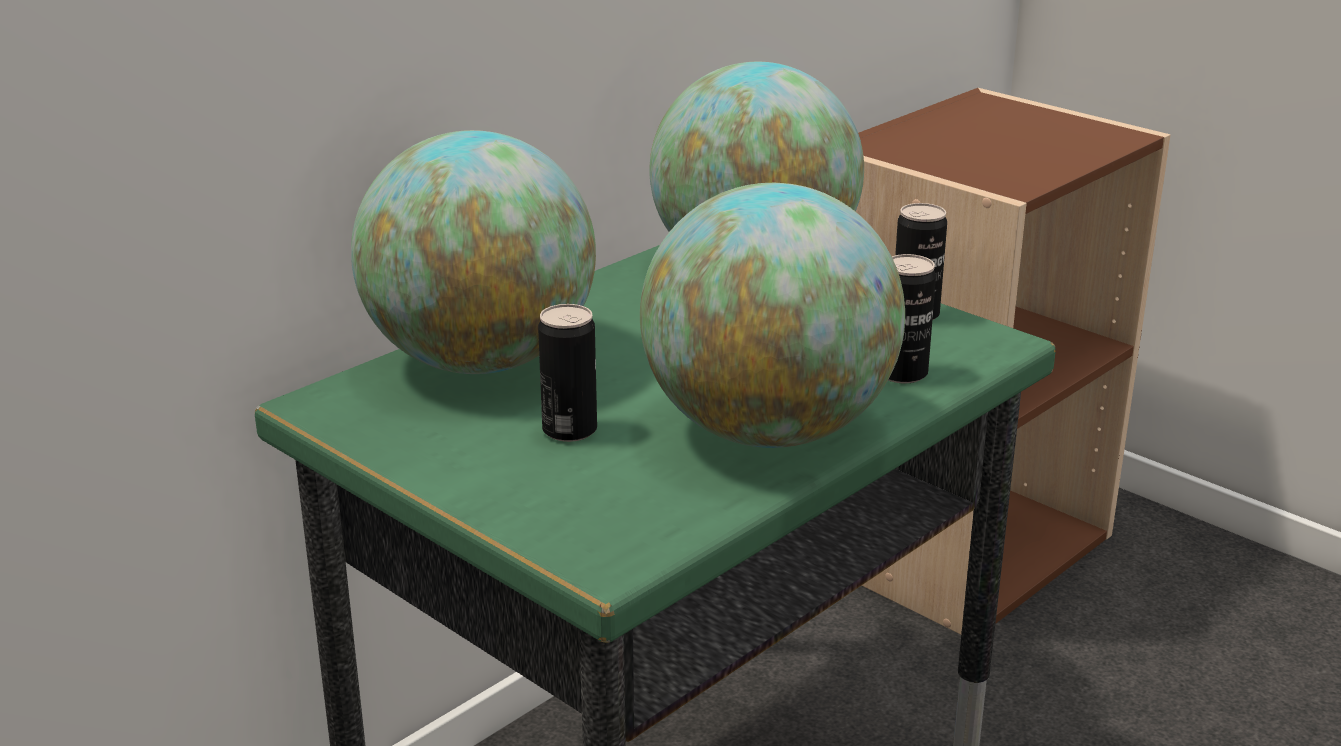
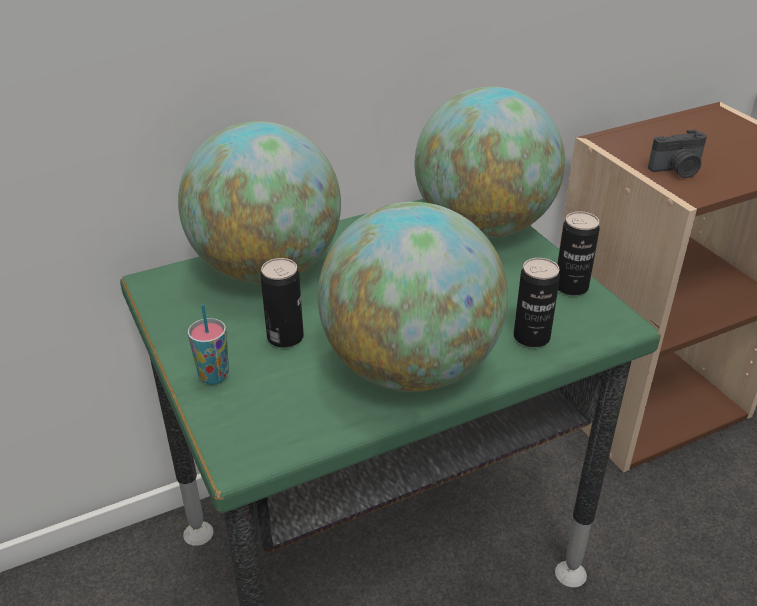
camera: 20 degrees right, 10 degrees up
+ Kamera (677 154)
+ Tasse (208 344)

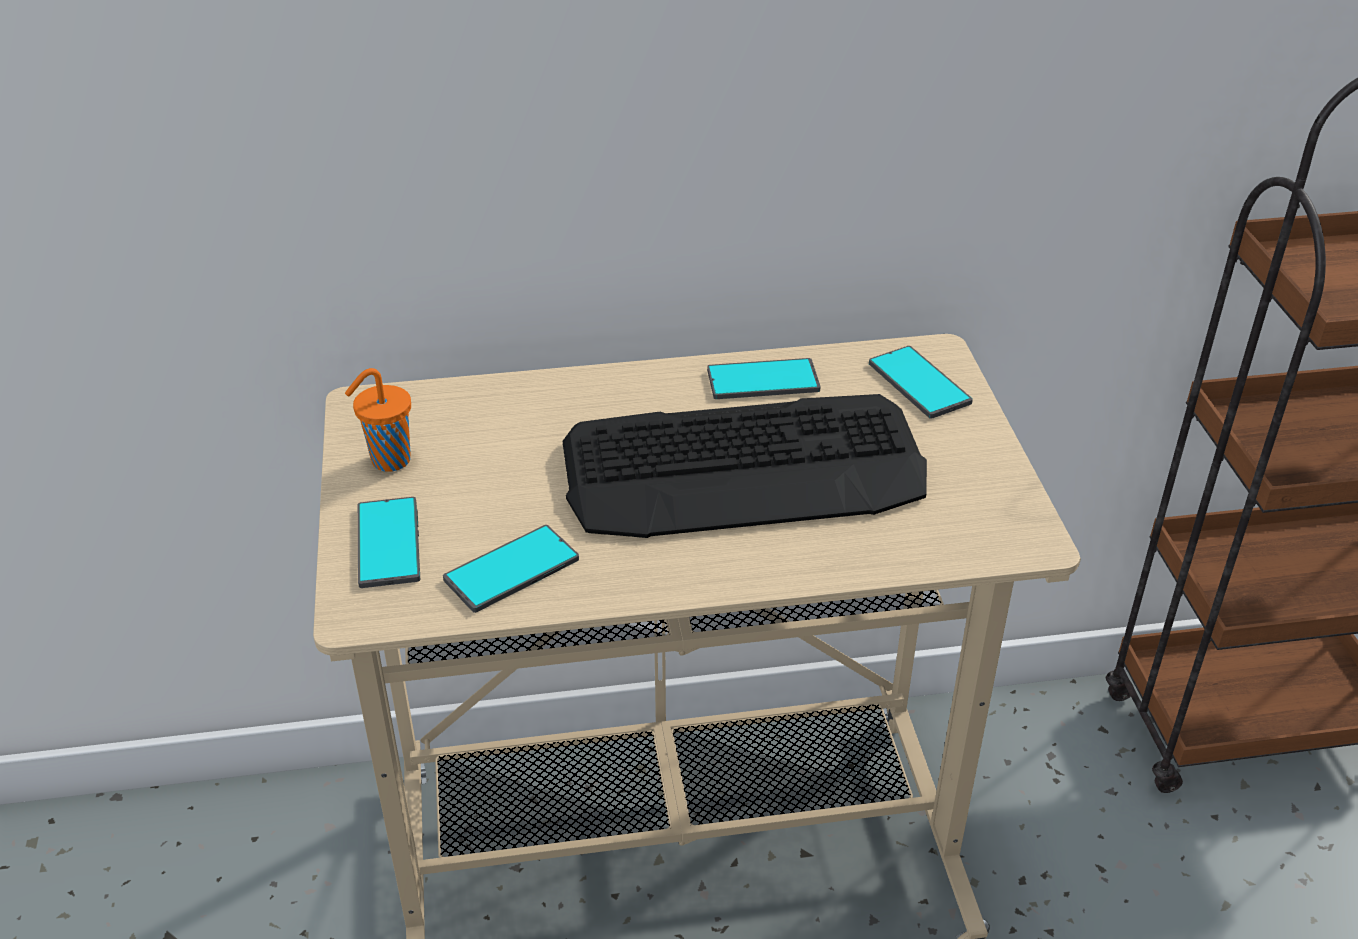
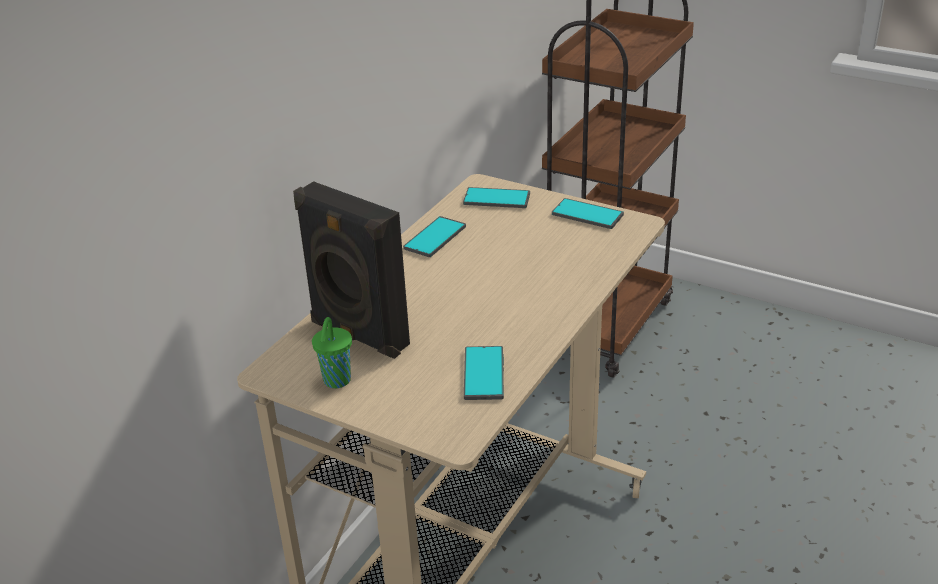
camera: 50 degrees left, 5 degrees down
~ Tasse/orange (378 420) to Tasse/grün (332 352)
- Tastatur (745 466)
~ Handy (389 542) to (588 213)
+ Lautsprecher/schwarz (351 270)

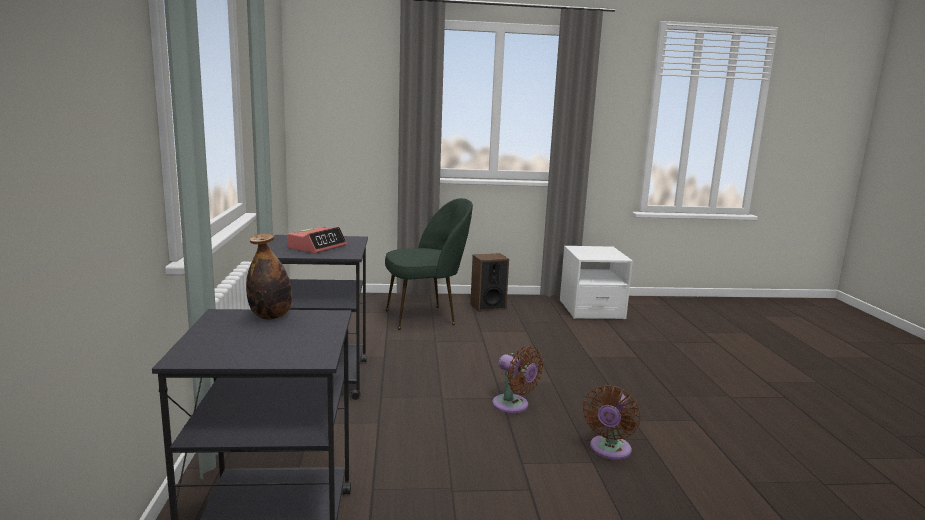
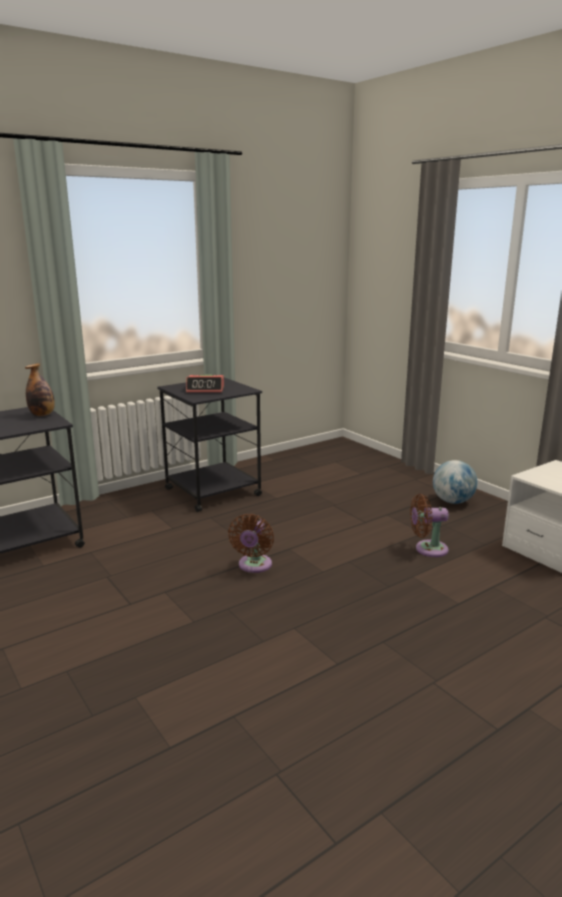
camera: 60 degrees right, 5 degrees up
- Stuhl/grün (429 264)
~ Lautsprecher (489 282) to Globus (455 482)
~ Ventilator/braun (612 422) to (429 525)

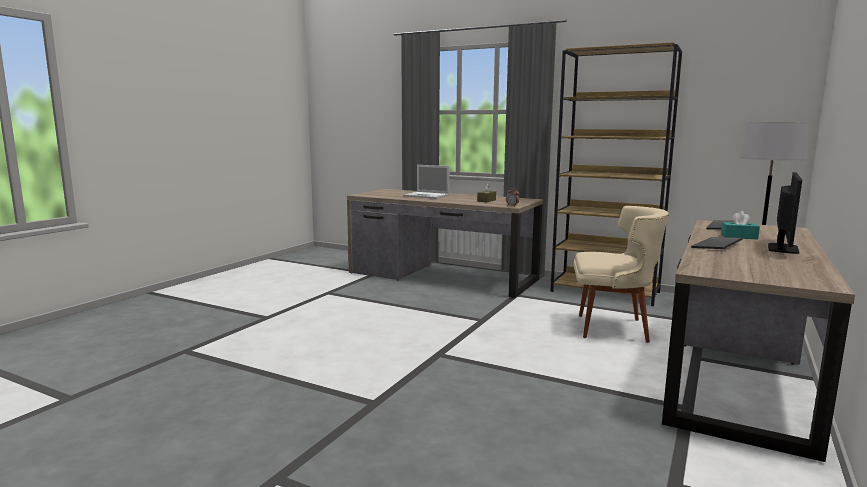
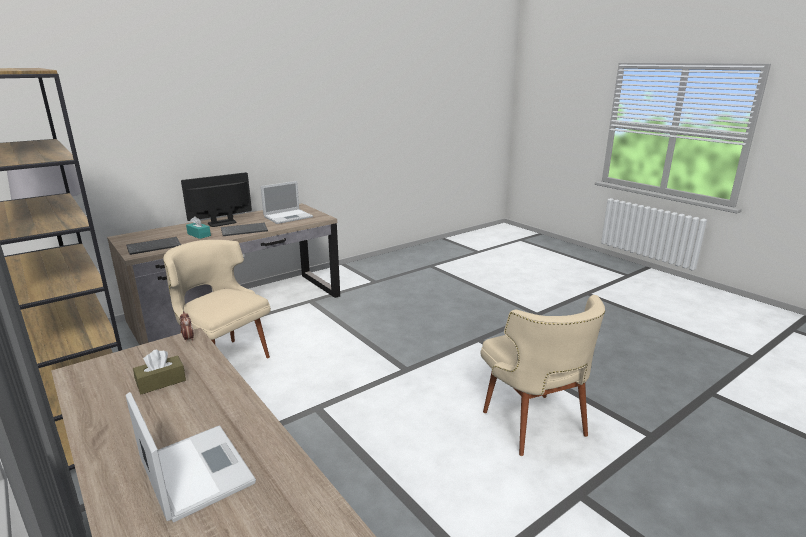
camera: 155 degrees left, 10 degrees up
+ Laptop (287 202)
+ Stuhl/beige (542 375)

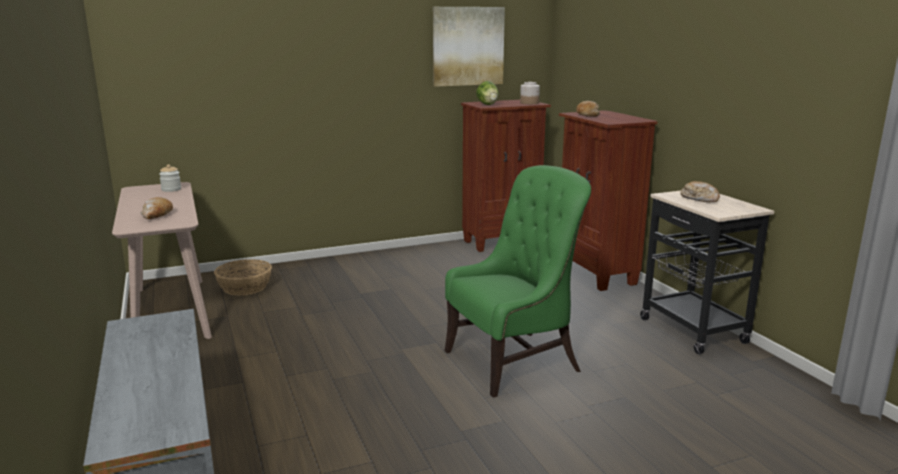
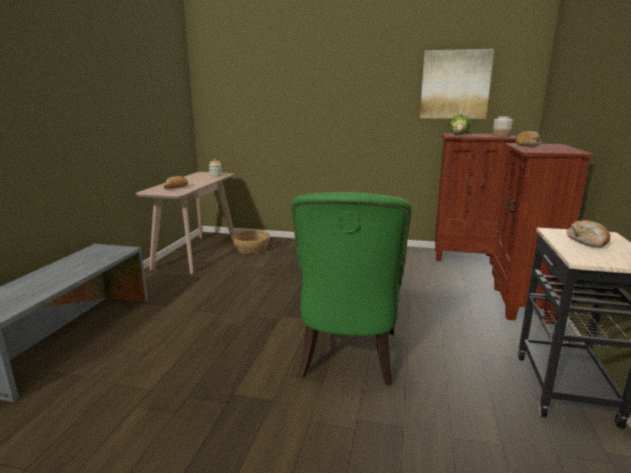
camera: 35 degrees right, 0 degrees up
~ Stuhl/grün (518 281) = (351 289) 90 degrees clockwise

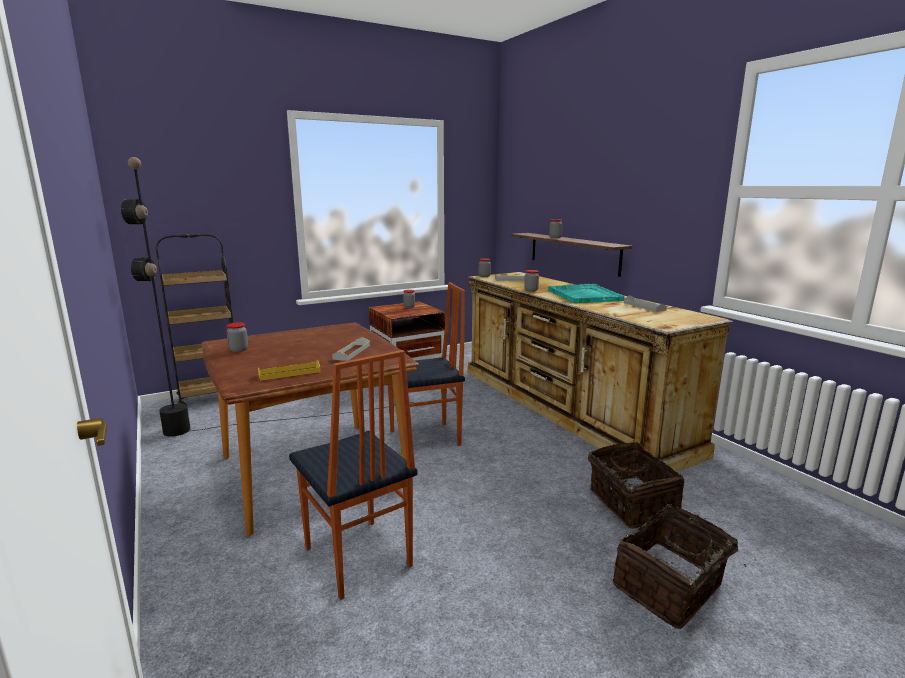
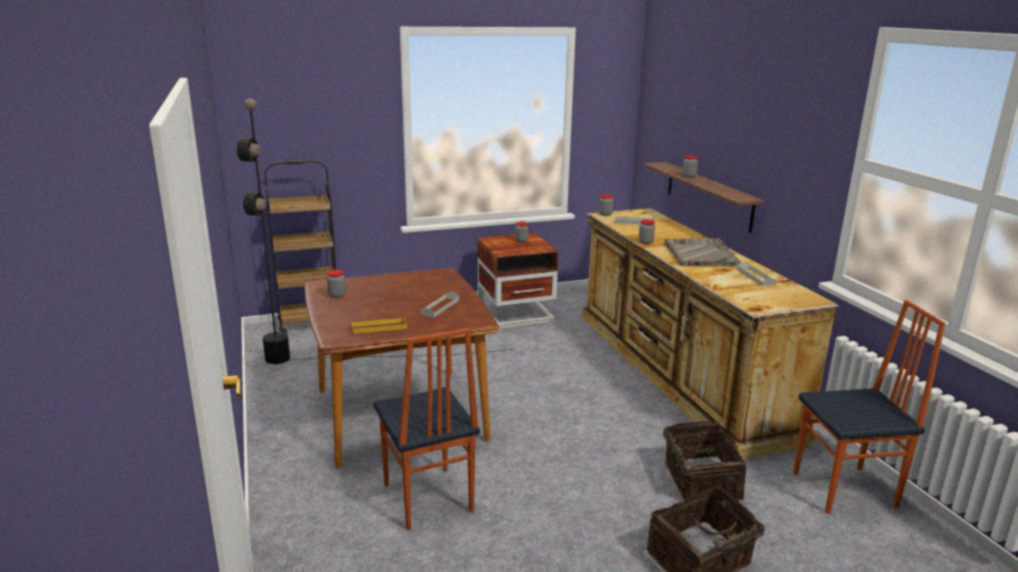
camera: 10 degrees right, 5 degrees up
~ Stuhl (426 368) to (869 407)
~ Tablett/türkis (586 293) to Tablett/grau (703 252)

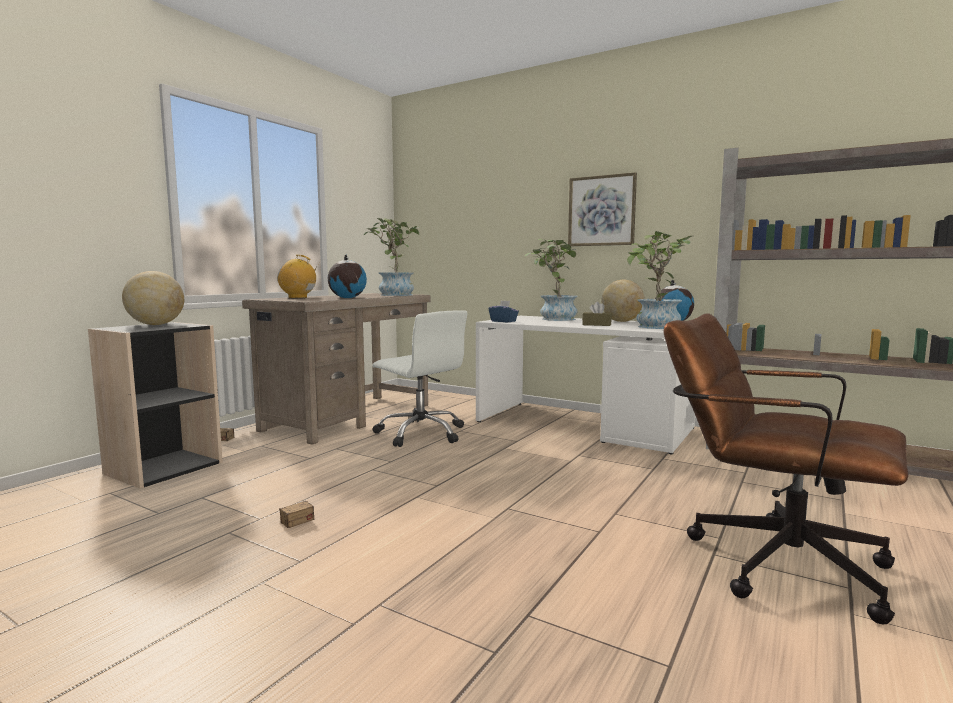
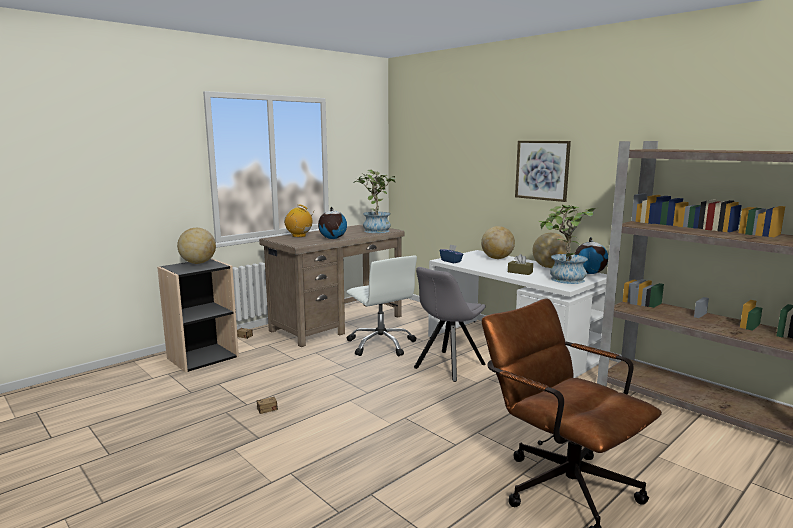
camera: 15 degrees right, 5 degrees up
~ Topfpflanze (551 280) to Globus (498 242)
+ Stuhl/grau (450 324)

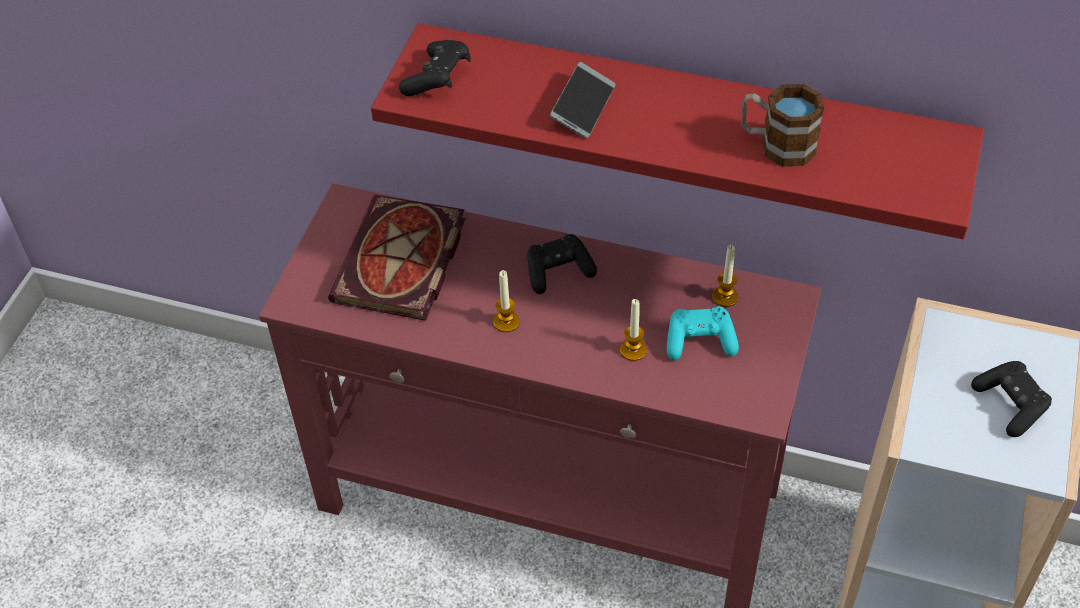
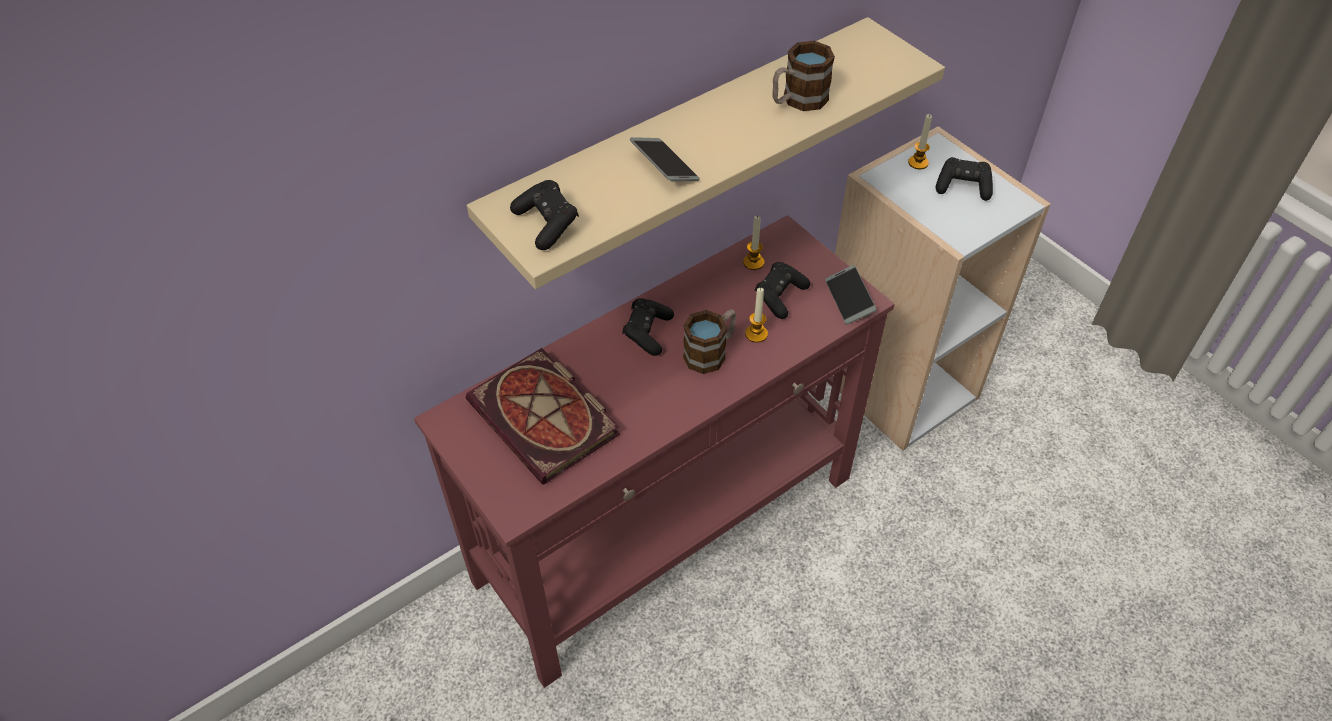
camera: 55 degrees left, 0 degrees up
~ Wandregal/rot (677 131) to Wandregal/beige (706 153)
~ Kerze (506 301) to (920 142)
~ Gamepad/türkis (703 333) to Gamepad/schwarz (782 290)
+ Handy (850 295)
+ Henkelbecher (709 341)

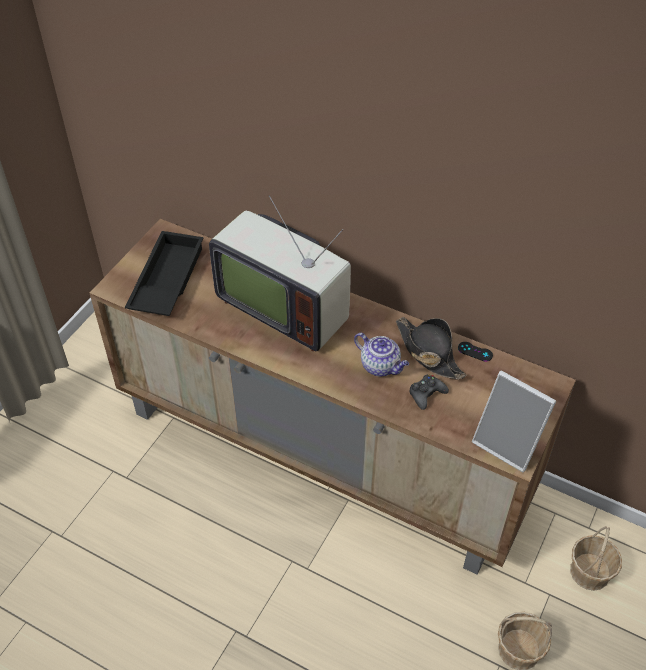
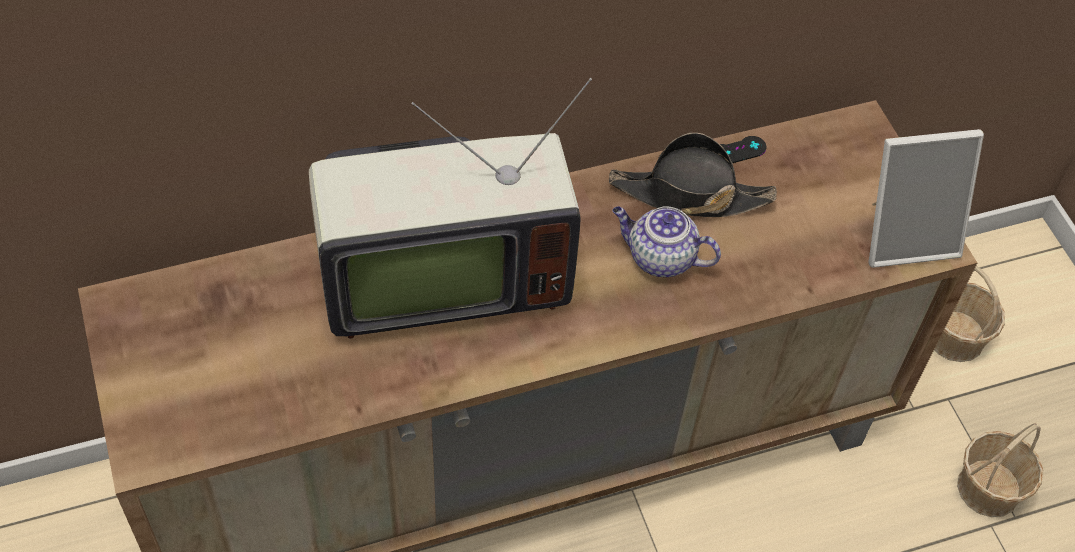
camera: 50 degrees left, 5 degrees up
- Tablett/schwarz (164 273)
~ Teekanne (381 355) = (666 241) 150 degrees counterclockwise
- Gamepad/schwarz (429 392)

